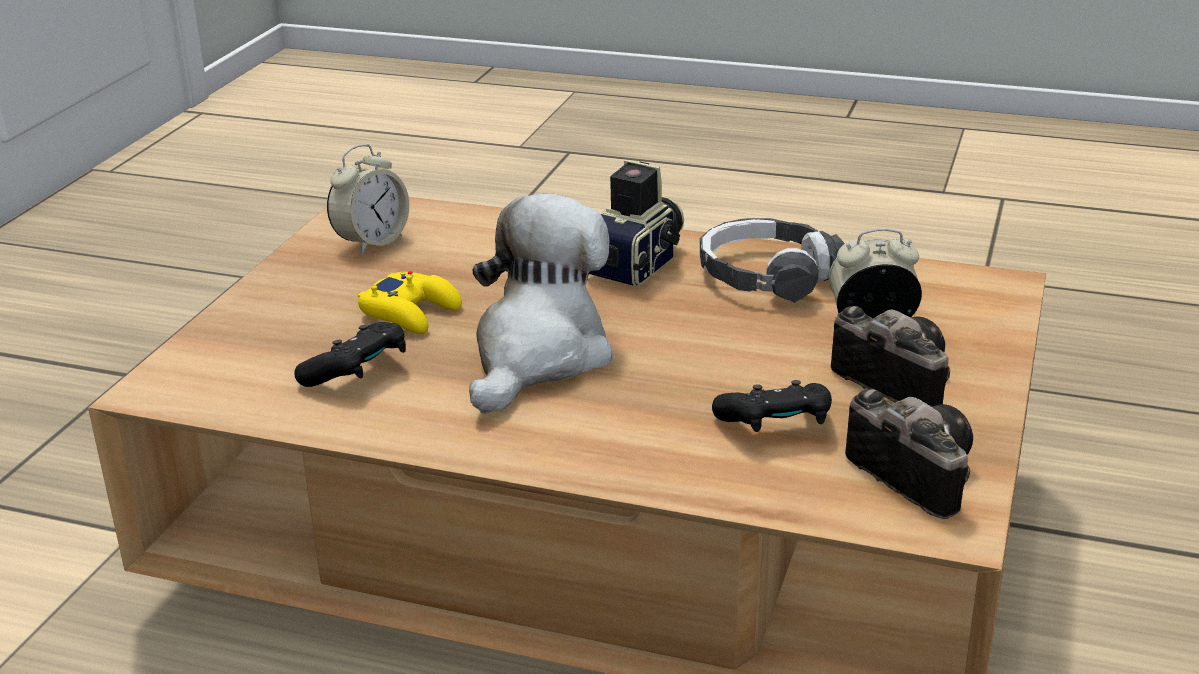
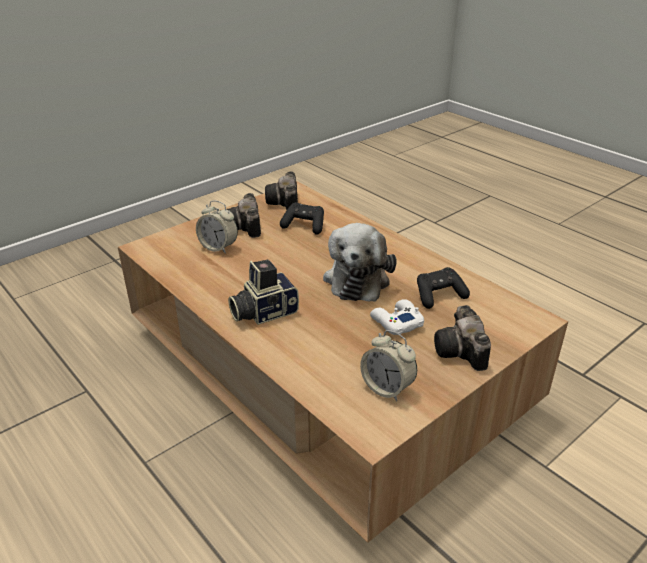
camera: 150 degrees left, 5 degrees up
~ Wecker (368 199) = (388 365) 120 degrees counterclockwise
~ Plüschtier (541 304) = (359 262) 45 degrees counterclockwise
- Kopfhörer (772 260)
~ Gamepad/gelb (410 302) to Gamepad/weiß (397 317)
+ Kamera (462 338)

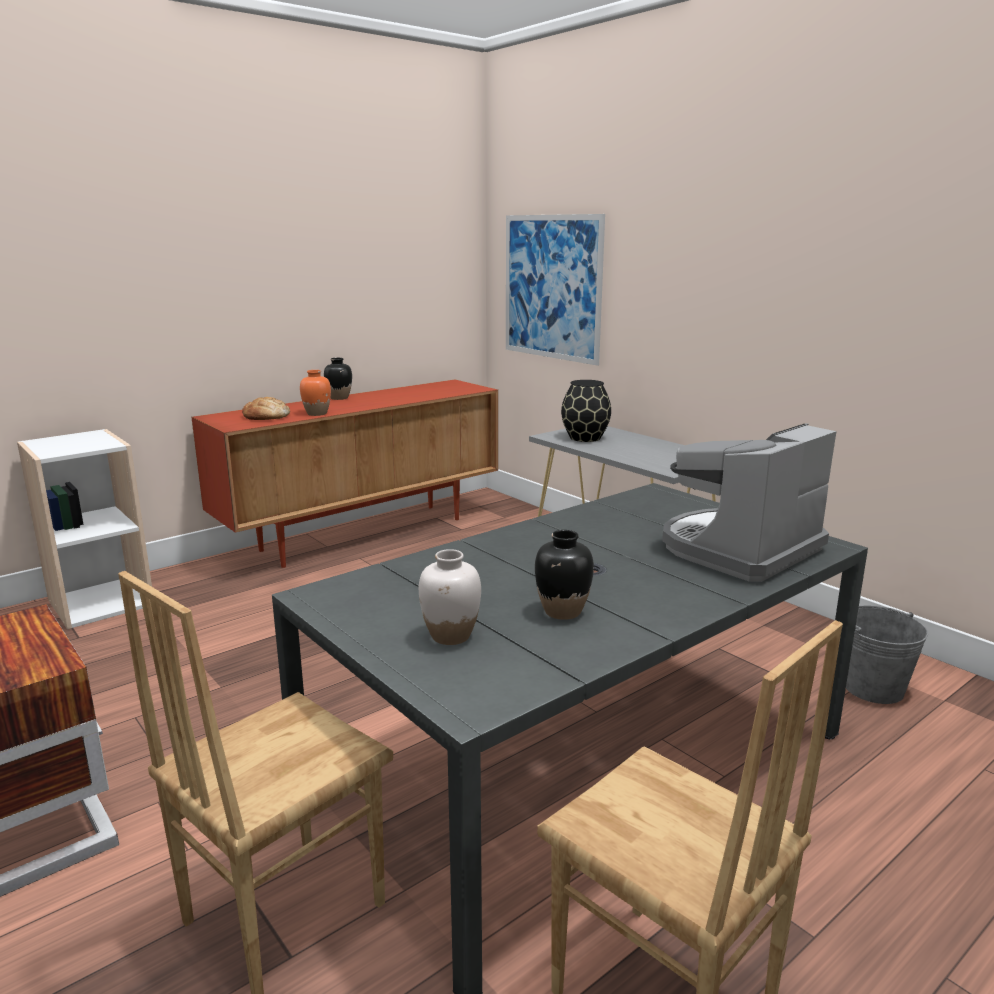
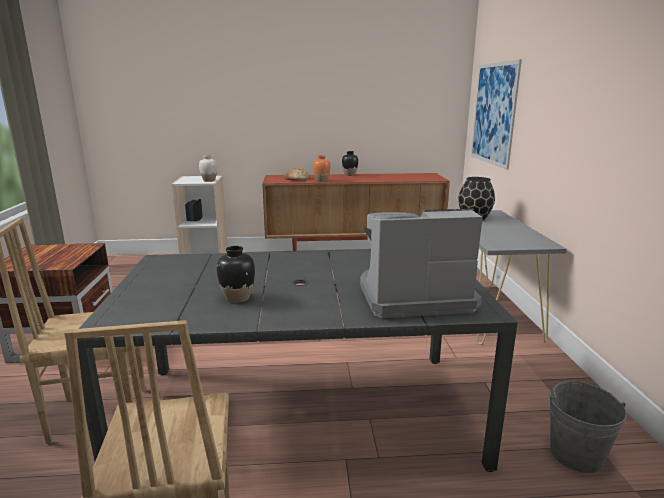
camera: 35 degrees right, 0 degrees up
~ Vase/weiß (450 597) to (208 168)

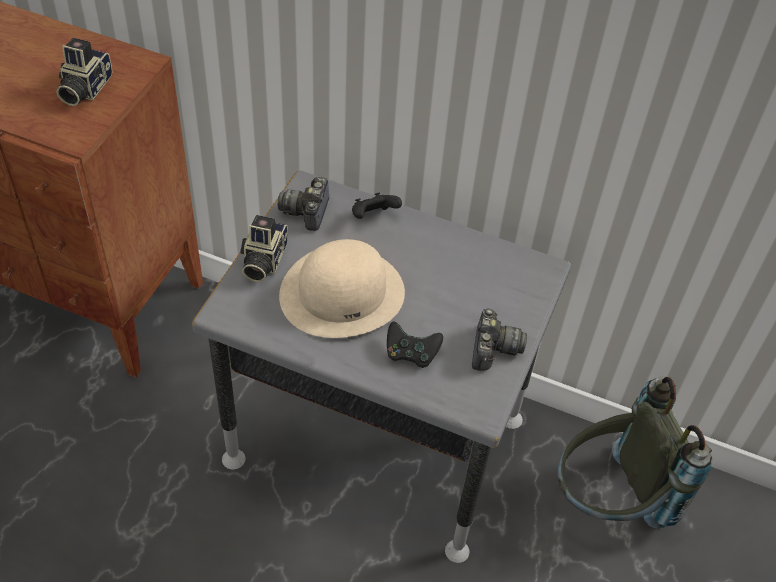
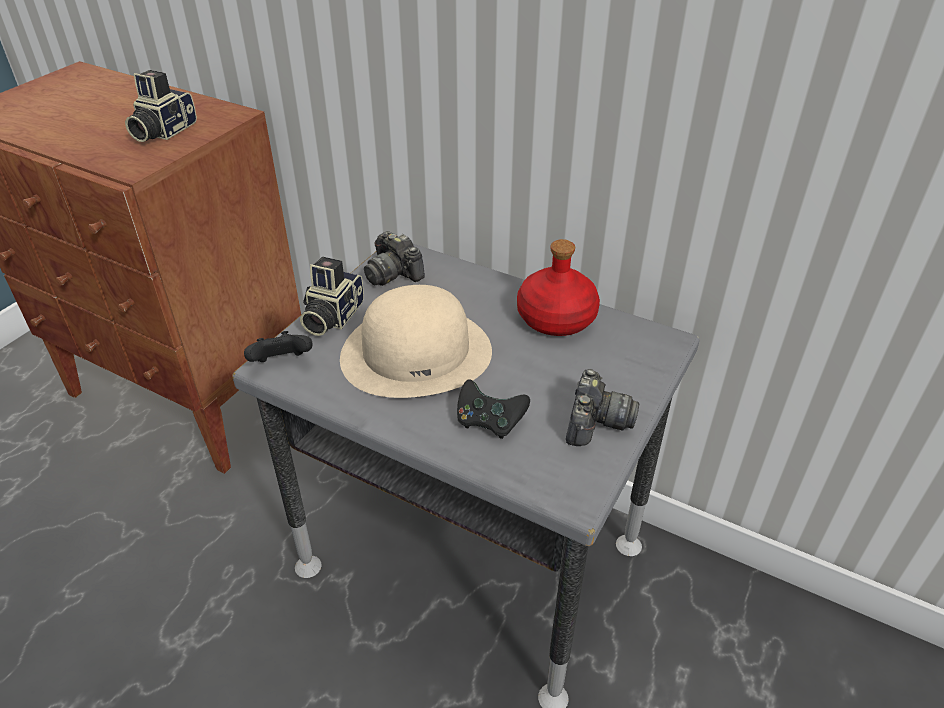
camera: 10 degrees right, 10 degrees down
~ Kamera (303 204) = (394 258) 60 degrees counterclockwise
~ Gamepad/schwarz (377 205) to (278 346)
- Rucksack/grau (635 452)
+ Flasche/rot (558 287)

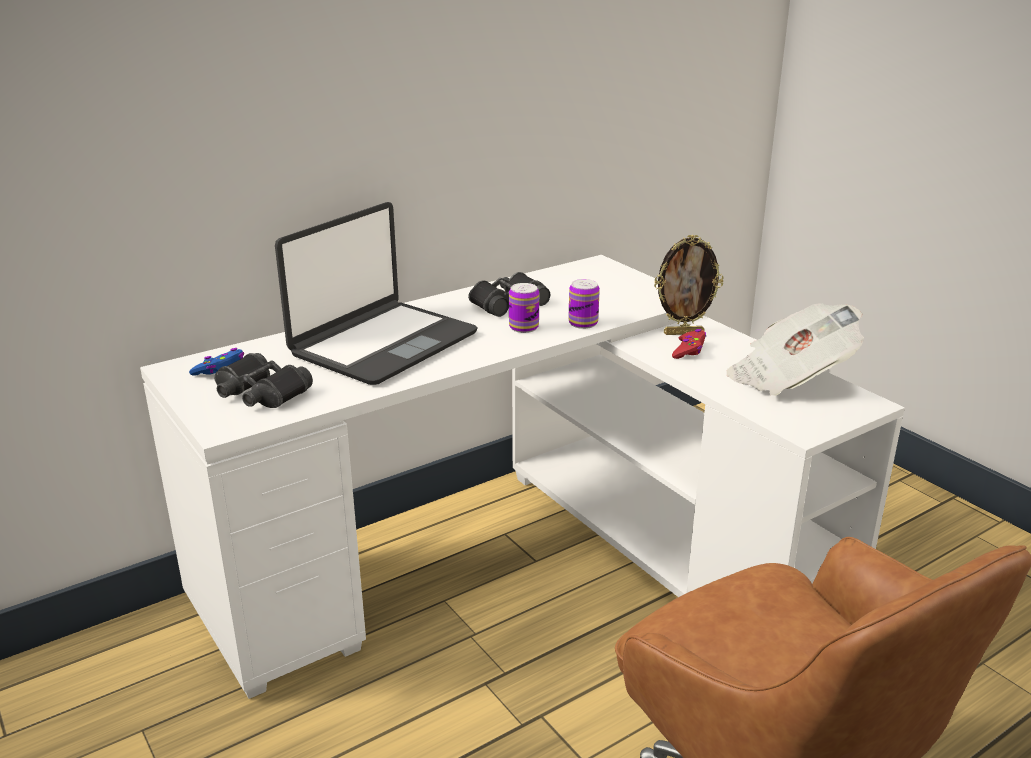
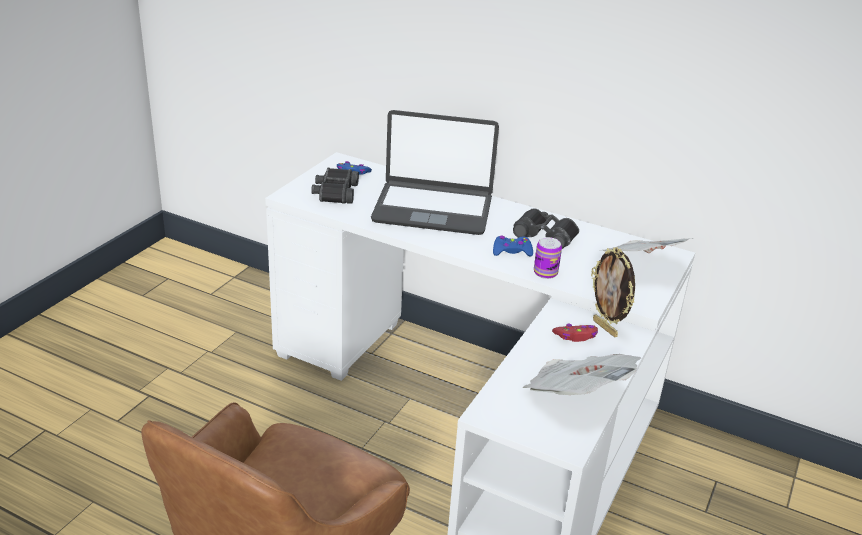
camera: 60 degrees right, 5 degrees up
~ Dose (524 308) to Gamepad/blau (513 246)
+ Zeitung (648 245)

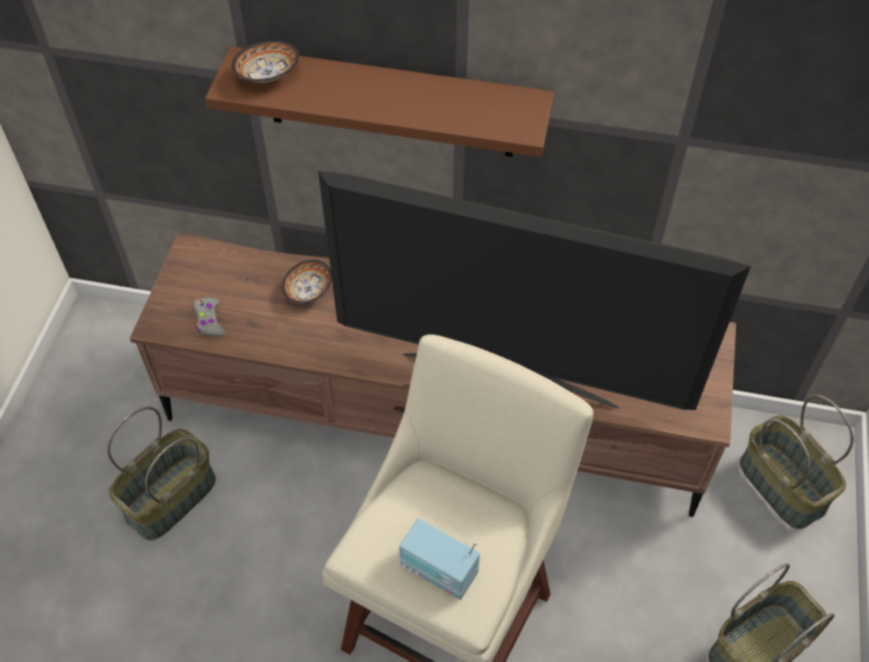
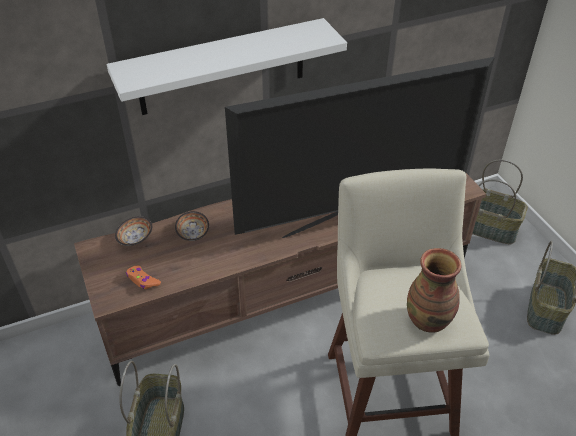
camera: 35 degrees left, 10 degrees down
~ Schüssel (265 61) to (133 231)
~ Wandregal/braun (379 101) to Wandregal/weiß (227 66)
~ Gamepad/grau (209 317) to Gamepad/orange (143 277)
~ Radio (439 559) to Vase (434 290)

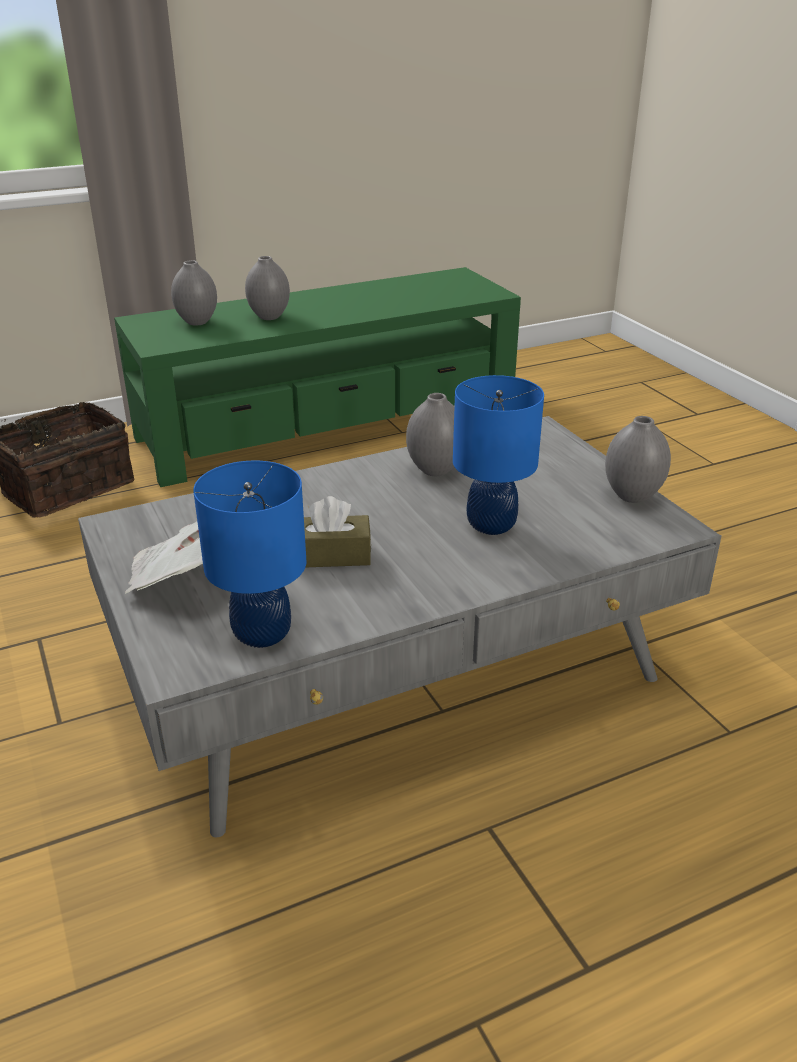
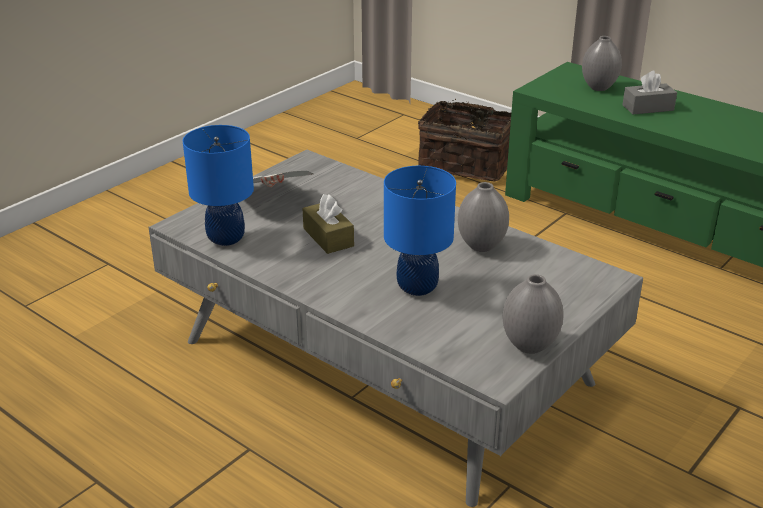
camera: 65 degrees right, 0 degrees up
~ Vase/grau (267 288) to Taschentuchbox/grau (650 92)

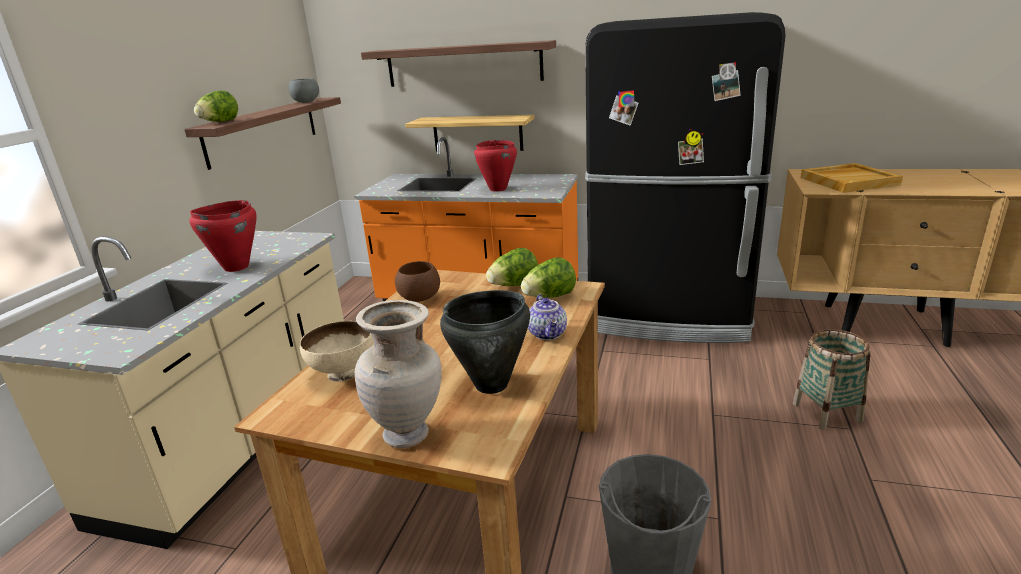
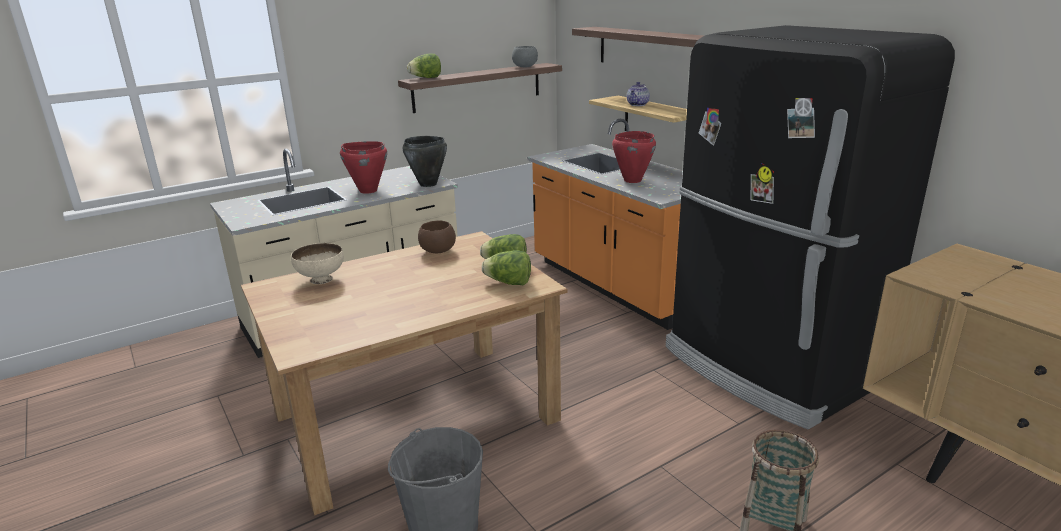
camera: 40 degrees right, 0 degrees up
- Tablett/beige (852 178)
~ Kochtopf/schwarz (485 342) to (425 161)
~ Teekanne (547 317) to (638 94)
- Vase/beige (398 374)

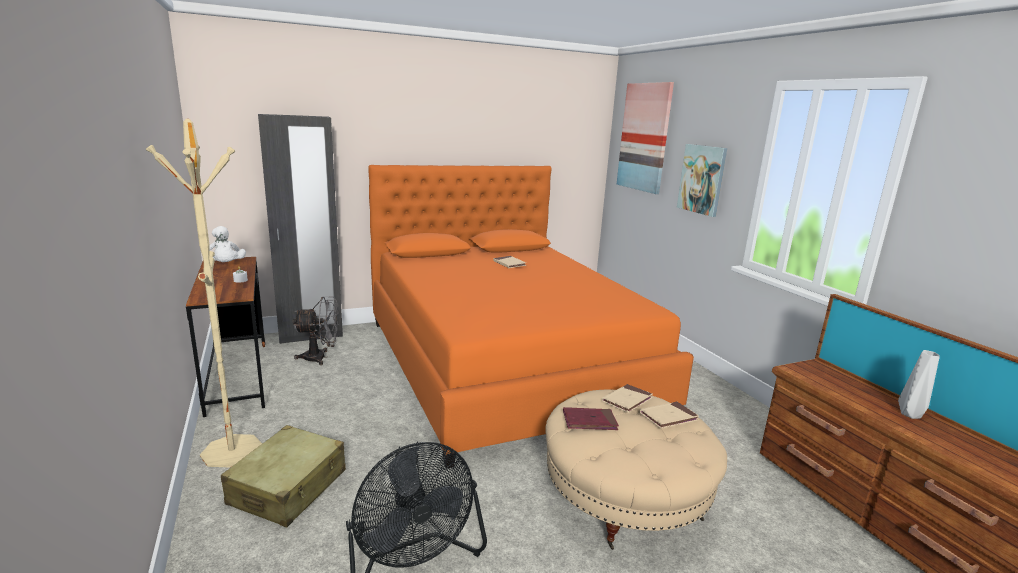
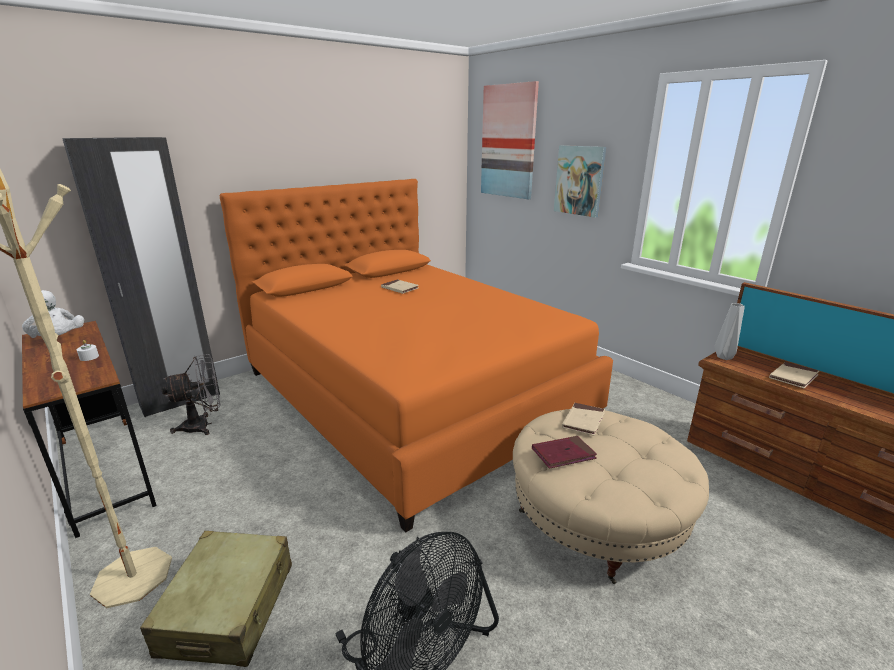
camera: 15 degrees left, 5 degrees up
~ Vase/grau (919 384) to (729 331)
~ Buch/beige (669 415) to (794 375)

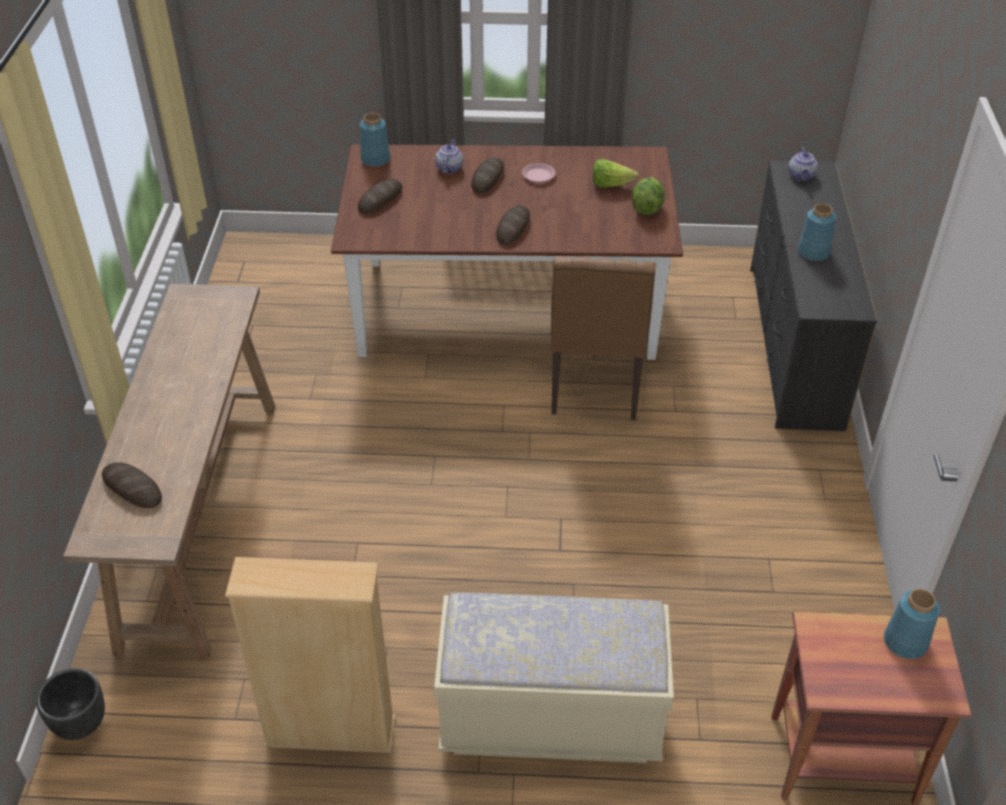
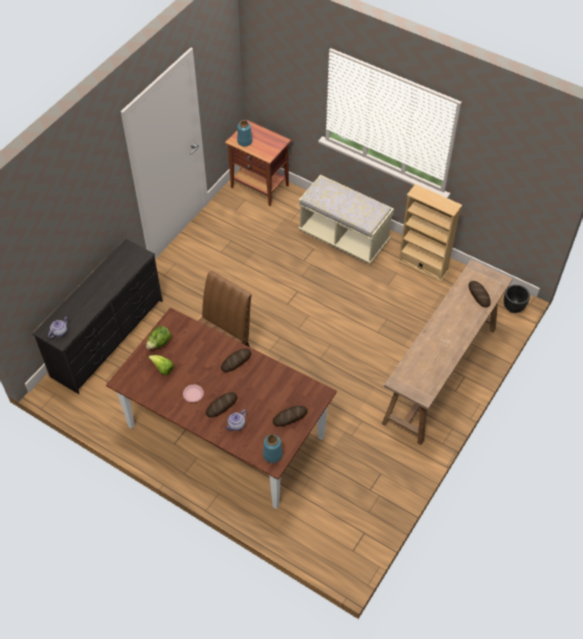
camera: 150 degrees left, 10 degrees up
- Vase/blau (817 232)

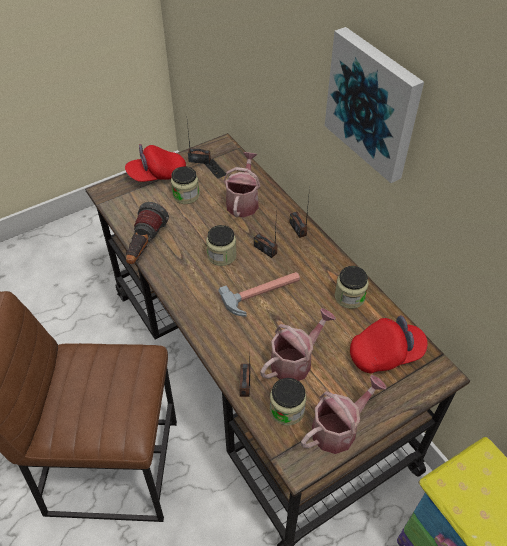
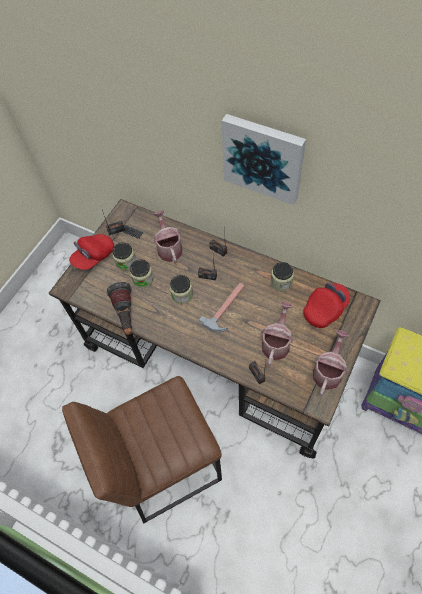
camera: 25 degrees left, 10 degrees up
~ Vorratsglas (288 402) to (142 273)

